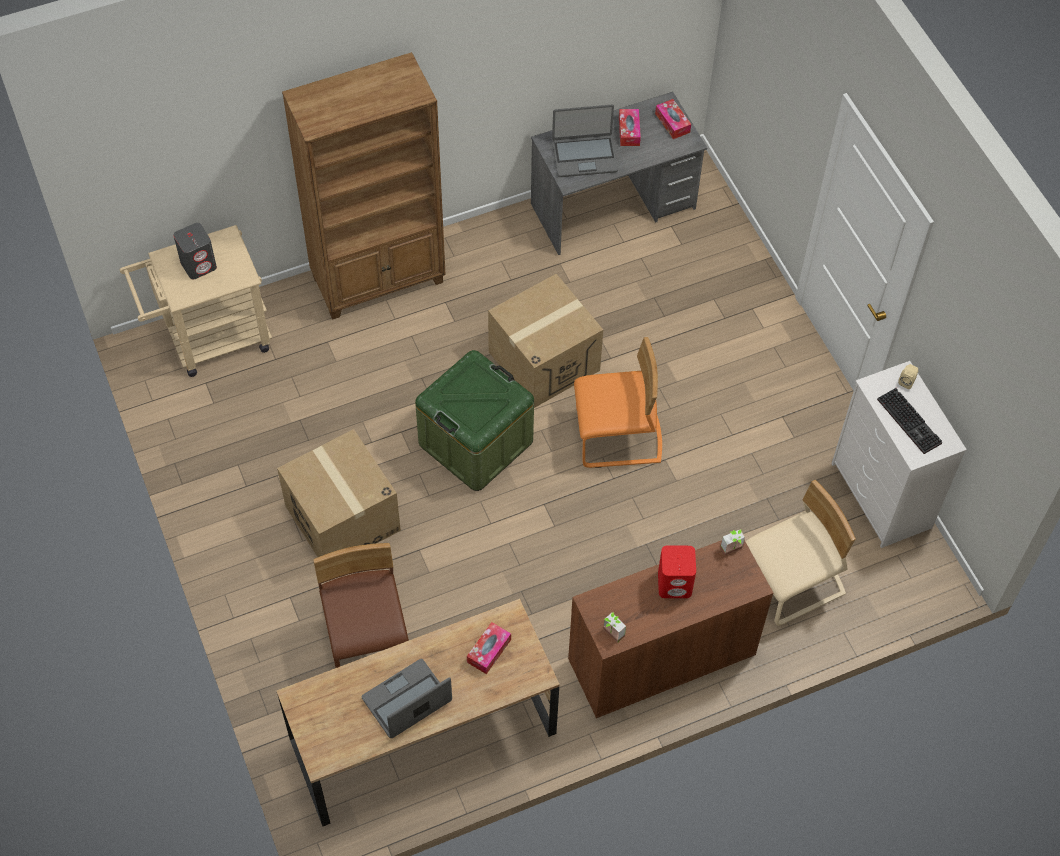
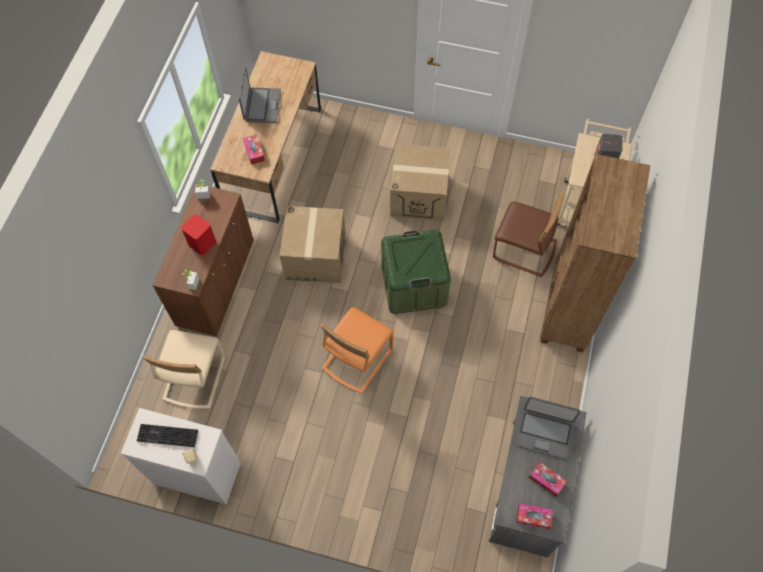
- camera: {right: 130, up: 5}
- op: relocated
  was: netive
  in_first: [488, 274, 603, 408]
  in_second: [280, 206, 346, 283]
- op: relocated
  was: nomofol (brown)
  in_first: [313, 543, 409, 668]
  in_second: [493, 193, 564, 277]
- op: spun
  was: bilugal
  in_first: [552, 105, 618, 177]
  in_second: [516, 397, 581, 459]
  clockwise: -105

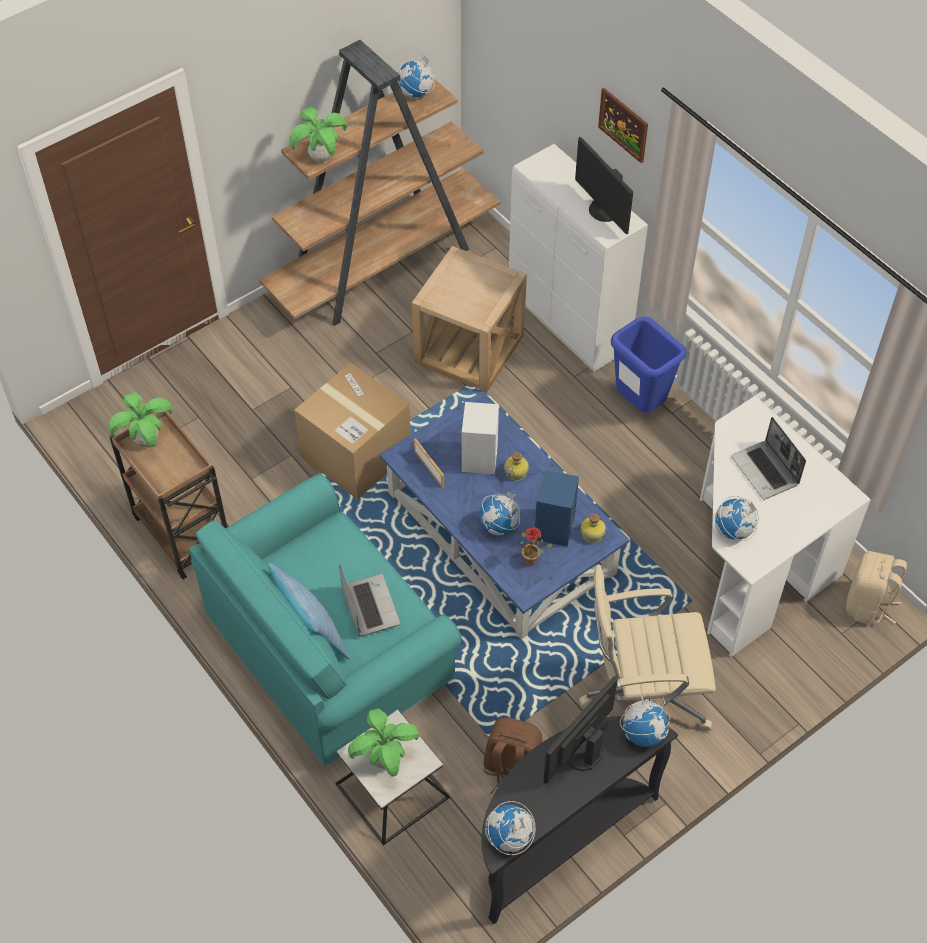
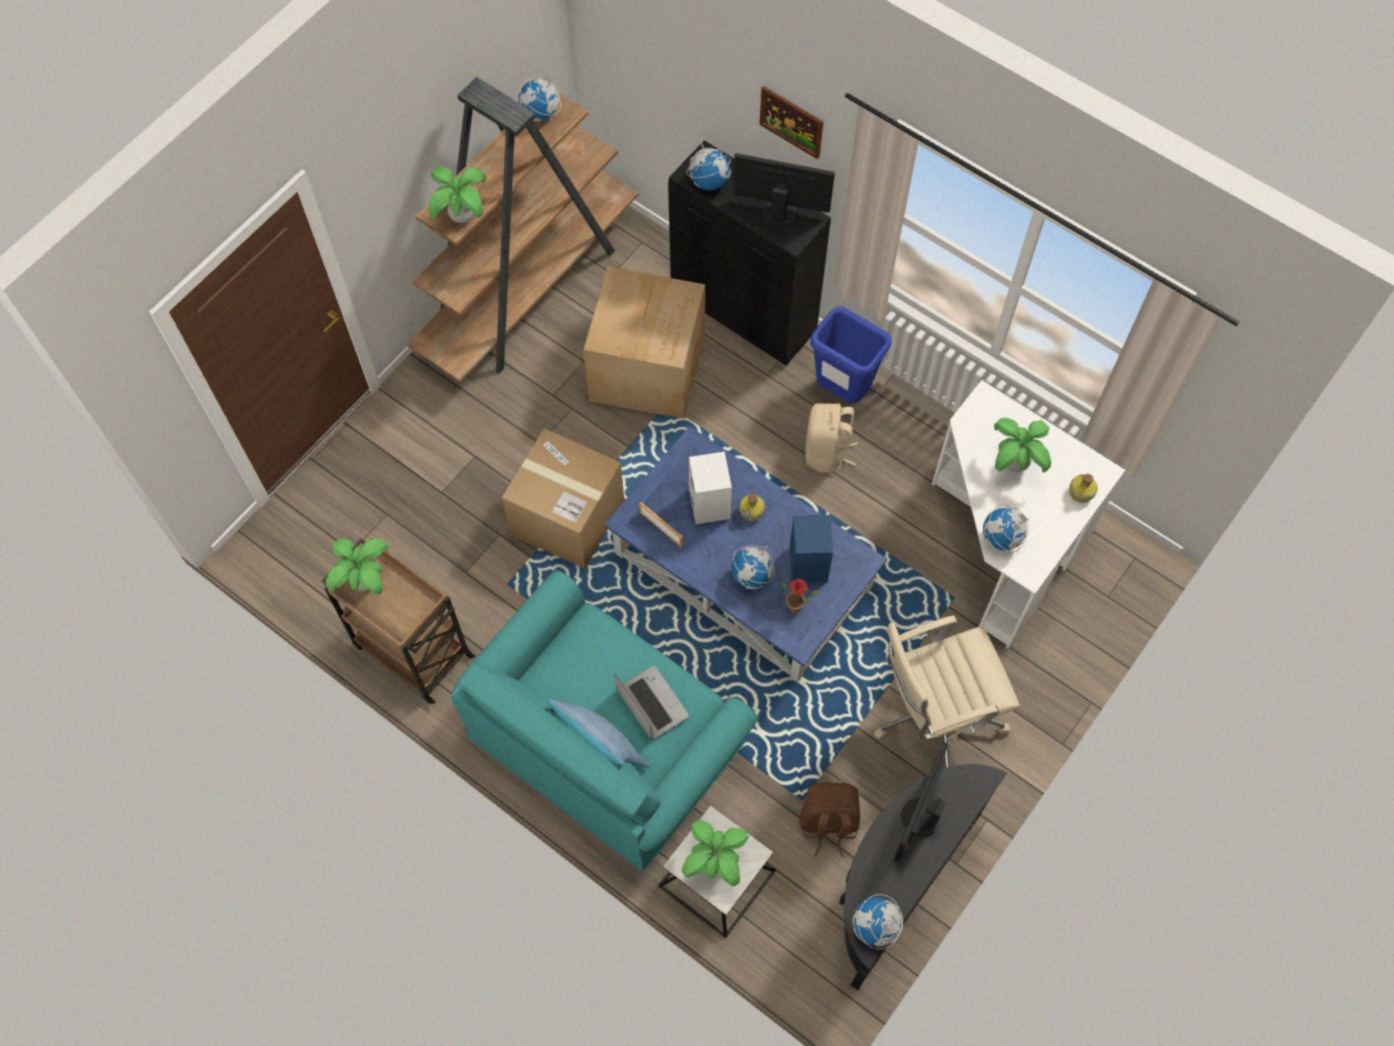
- camera: {right: -15, up: 10}
- op: exchanged
  was: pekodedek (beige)
  now: netive
  in_first: [412, 246, 527, 392]
  in_second: [583, 267, 705, 419]
- op: colour
  was: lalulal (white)
  now: lalulal (black)
  in_first: [509, 144, 648, 372]
  in_second: [668, 140, 831, 365]
- op: relocated
  was: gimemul
  in_first: [620, 693, 670, 747]
  in_second: [687, 139, 731, 190]
- op: spun
  was: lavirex
  in_first: [575, 137, 633, 234]
  in_second: [733, 153, 835, 227]
  clockwise: 150
- op: relocated
  was: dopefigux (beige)
  in_first: [846, 551, 907, 625]
  in_second: [805, 403, 858, 473]
- op: exchanged
  was: bilugal
  now: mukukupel
  in_first: [731, 417, 806, 500]
  in_second: [994, 418, 1051, 473]
- op: relocated
  was: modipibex
  in_first: [581, 514, 606, 543]
  in_second: [1070, 474, 1097, 503]

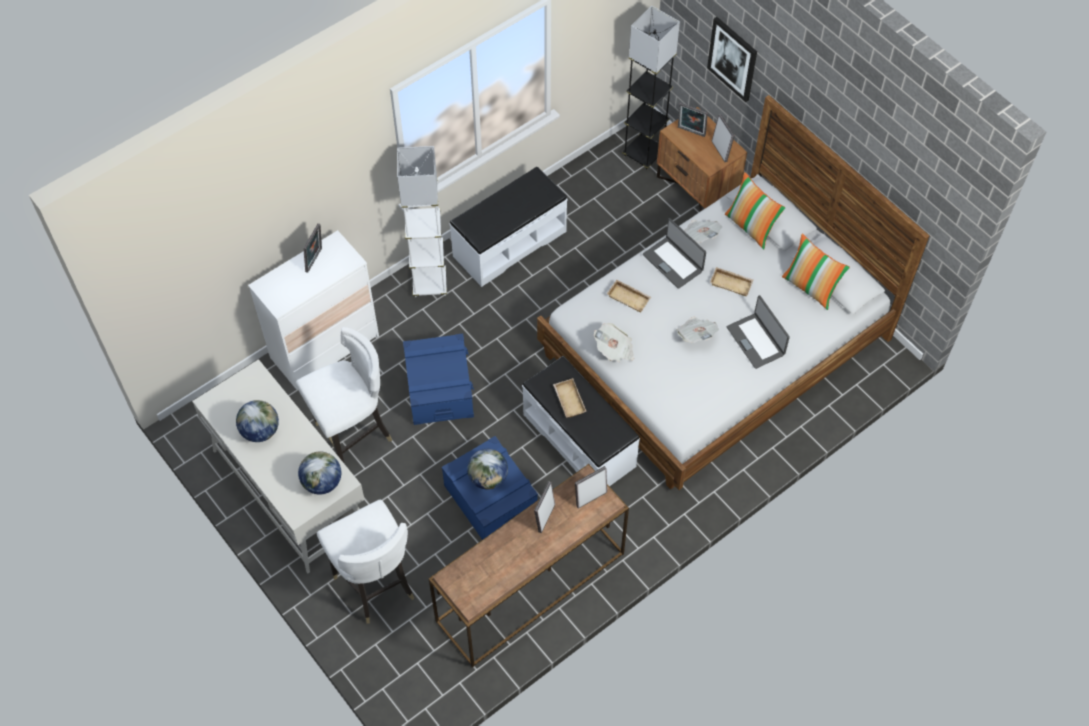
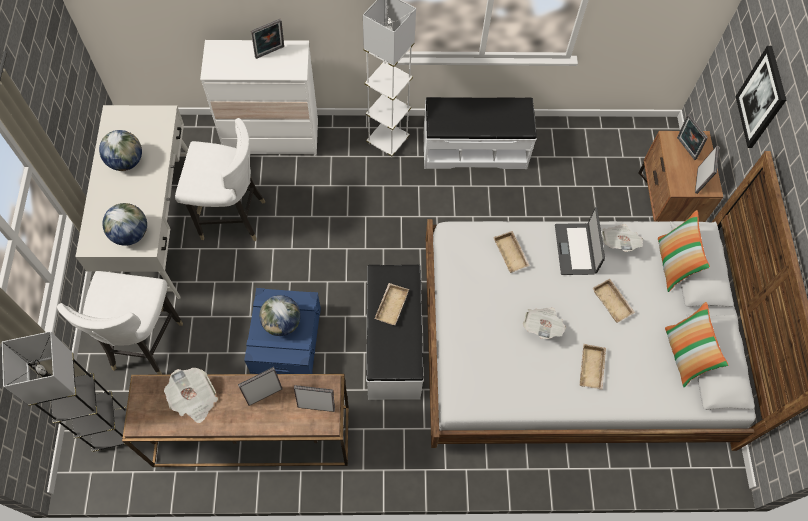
- camera: {right: 35, up: 5}
- op: relocated
  was: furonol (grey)
  in_first: [622, 6, 680, 170]
  in_second: [2, 331, 131, 452]
- op: relocated
  was: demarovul
  in_first: [594, 323, 634, 362]
  in_second: [164, 368, 218, 423]
- op: exchanged
  was: bilugal
  now: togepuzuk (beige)
  in_first: [727, 295, 790, 369]
  in_second: [580, 344, 606, 390]
- op: missing
  was: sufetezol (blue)
  in_first: [403, 333, 474, 425]

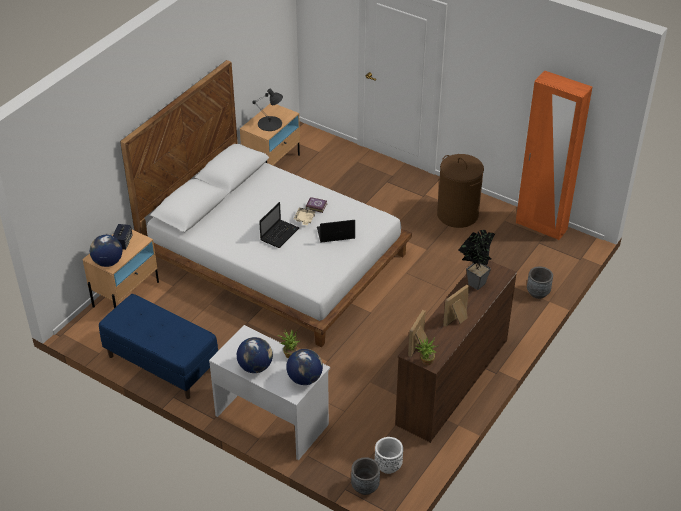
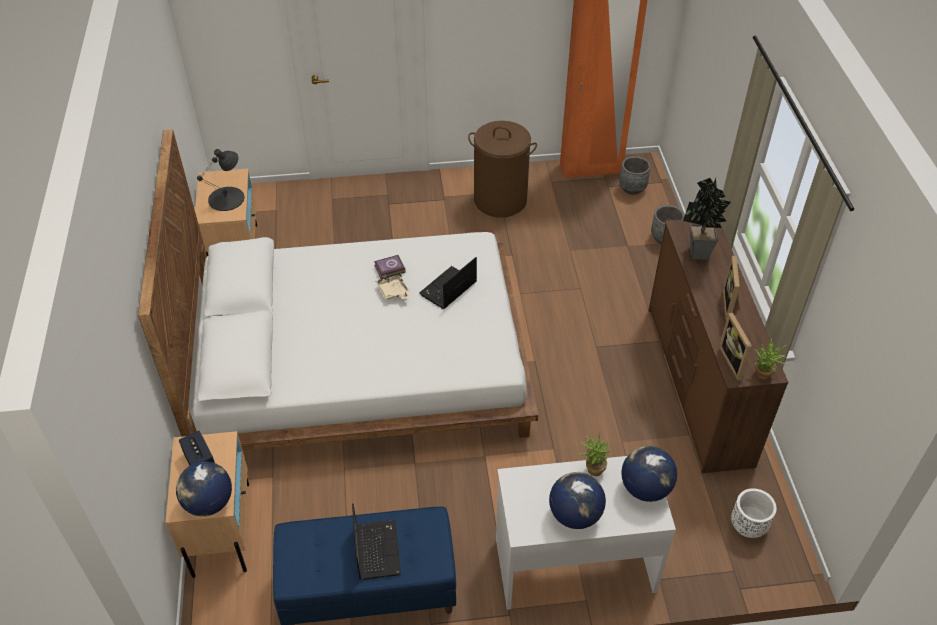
- camera: {right: -40, up: 5}
- op: relocated
  was: bilugal
  in_first: [259, 202, 299, 248]
  in_second: [352, 503, 401, 580]
- op: relocated
  was: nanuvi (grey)
  in_first: [351, 457, 380, 495]
  in_second: [619, 156, 651, 195]

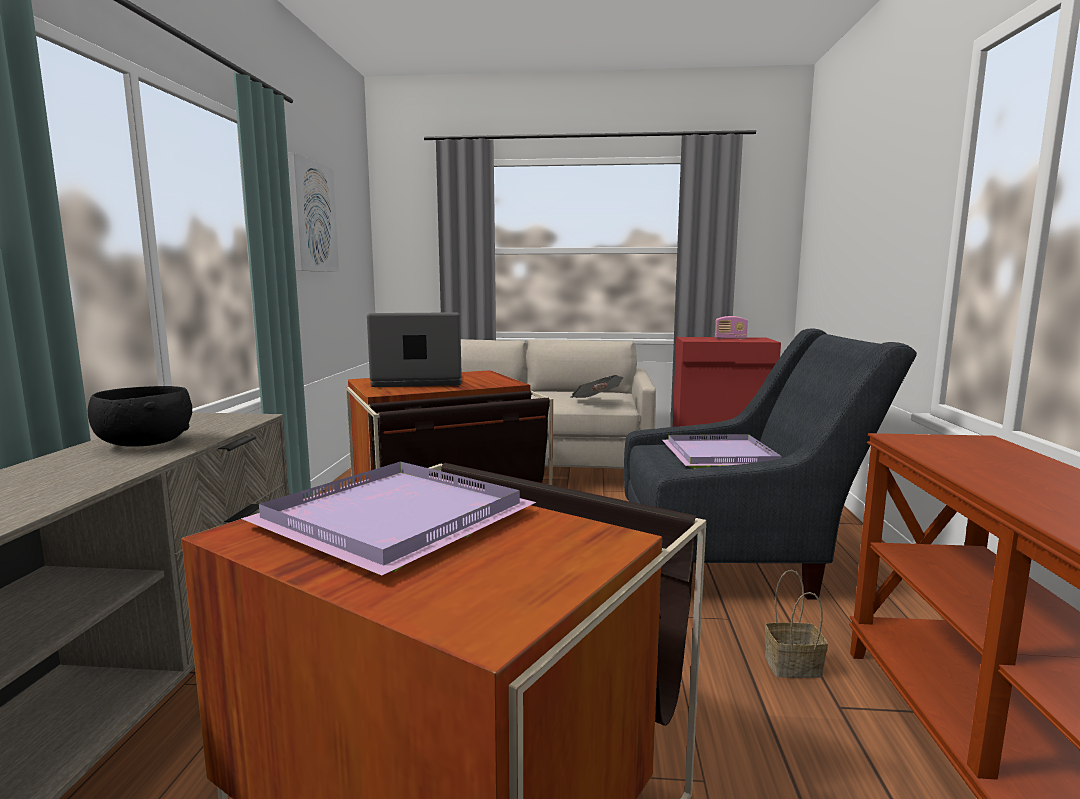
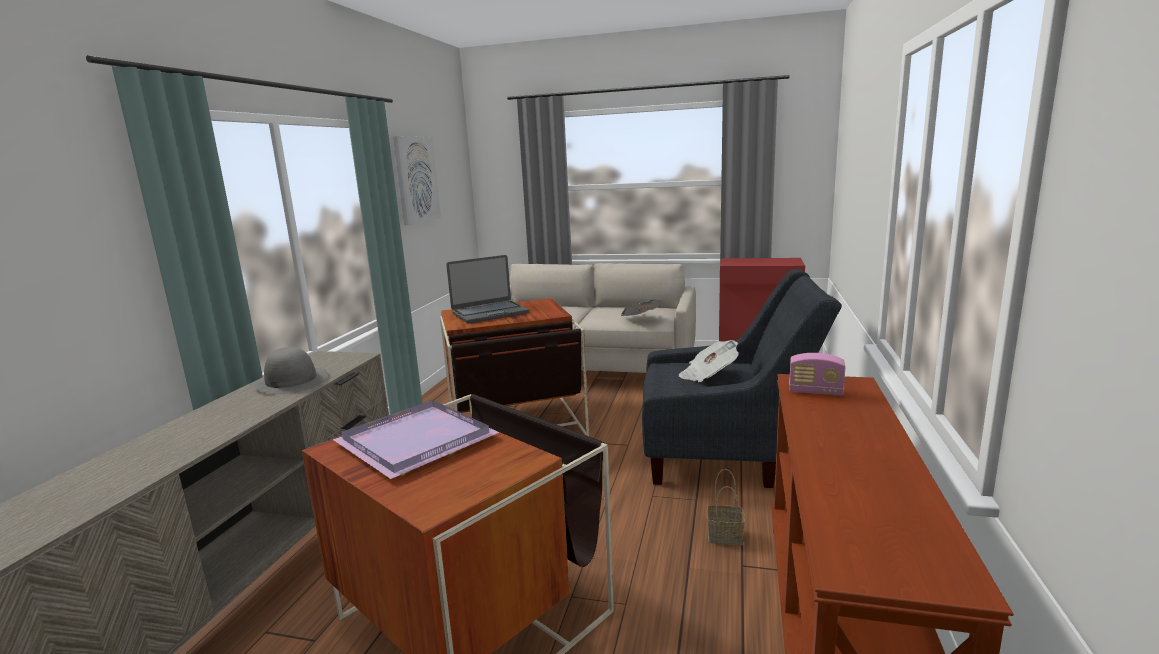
- camera: {right: 10, up: 5}
- op: exchanged
  was: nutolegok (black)
  now: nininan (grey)
  in_first: [88, 386, 192, 447]
  in_second: [253, 347, 328, 394]
- op: spun
  was: bilugal
  in_first: [367, 312, 462, 387]
  in_second: [446, 255, 529, 324]
  clockwise: 150
- op: exchanged
  was: togepuzuk (purple)
  now: demarovul
  in_first: [662, 434, 782, 468]
  in_second: [679, 340, 739, 382]
- op: relocated
  was: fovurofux
  in_first: [715, 316, 748, 340]
  in_second: [789, 353, 845, 395]

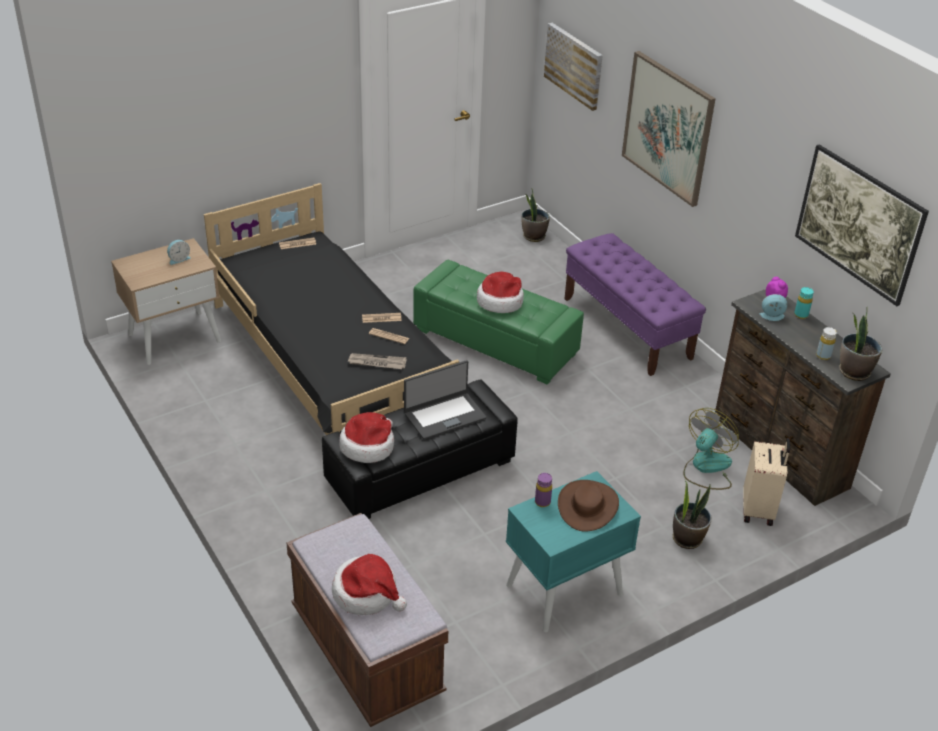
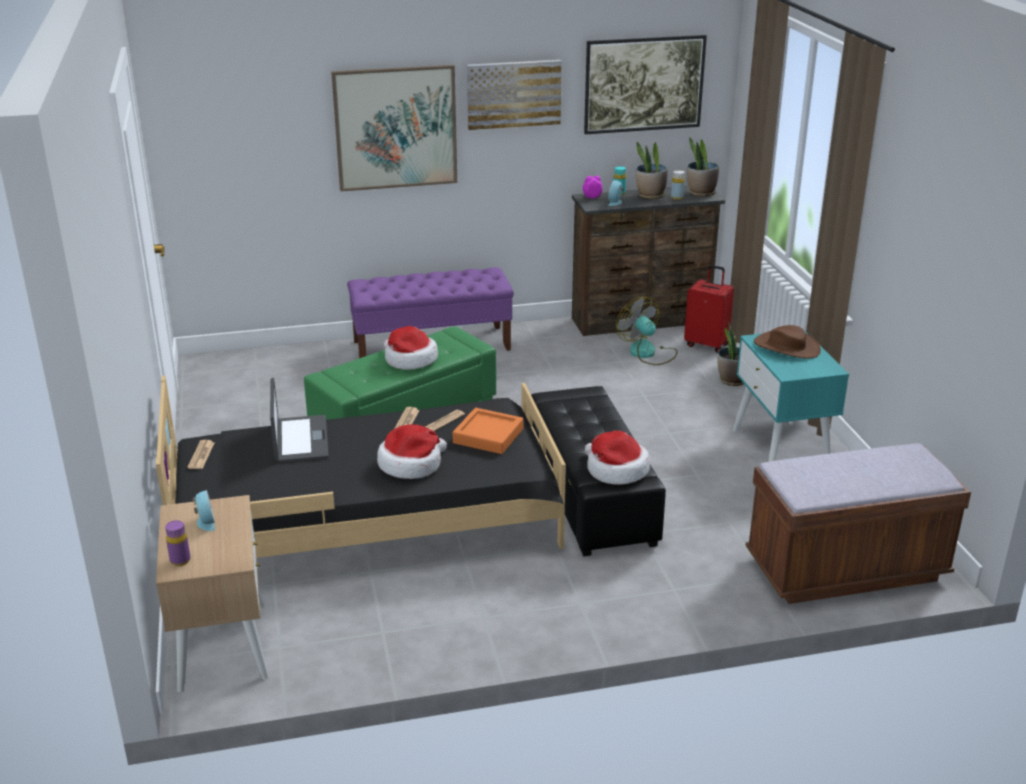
- camera: {right: -70, up: -10}
- op: relocated
  was: modipibex (purple)
  in_first: [535, 473, 552, 507]
  in_second: [165, 520, 191, 566]
- op: relocated
  was: bilugal
  in_first: [404, 360, 486, 440]
  in_second: [270, 378, 329, 462]
- op: relocated
  was: nininan
  in_first: [332, 554, 407, 615]
  in_second: [377, 424, 447, 479]
- op: exchanged
  was: demarovul
  now: togepuzuk (orange)
  in_first: [348, 353, 407, 369]
  in_second: [453, 408, 523, 454]
- op: relocated
  was: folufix
  in_first: [544, 23, 603, 111]
  in_second: [467, 60, 562, 130]
- op: relocated
  was: mukukupel
  in_first: [521, 189, 550, 242]
  in_second: [636, 142, 668, 199]
- op: colour
  was: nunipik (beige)
  now: nunipik (red)
  in_first: [743, 438, 790, 526]
  in_second: [684, 265, 734, 353]

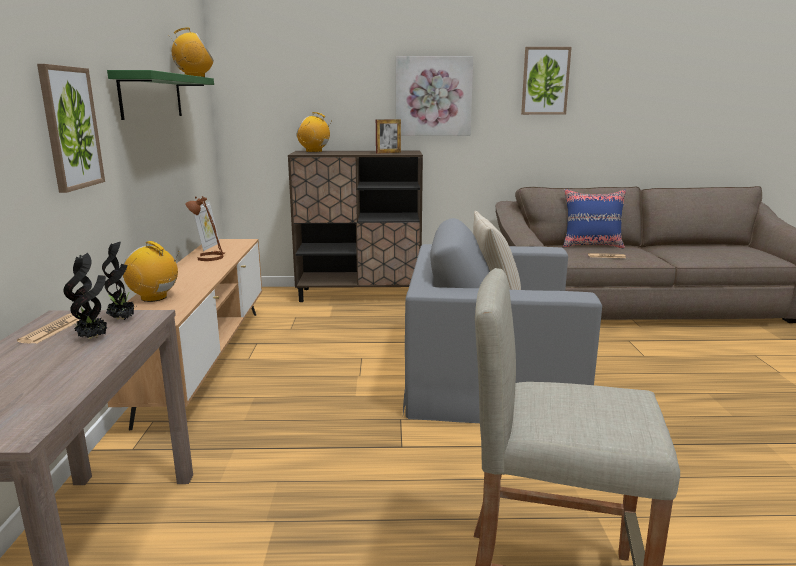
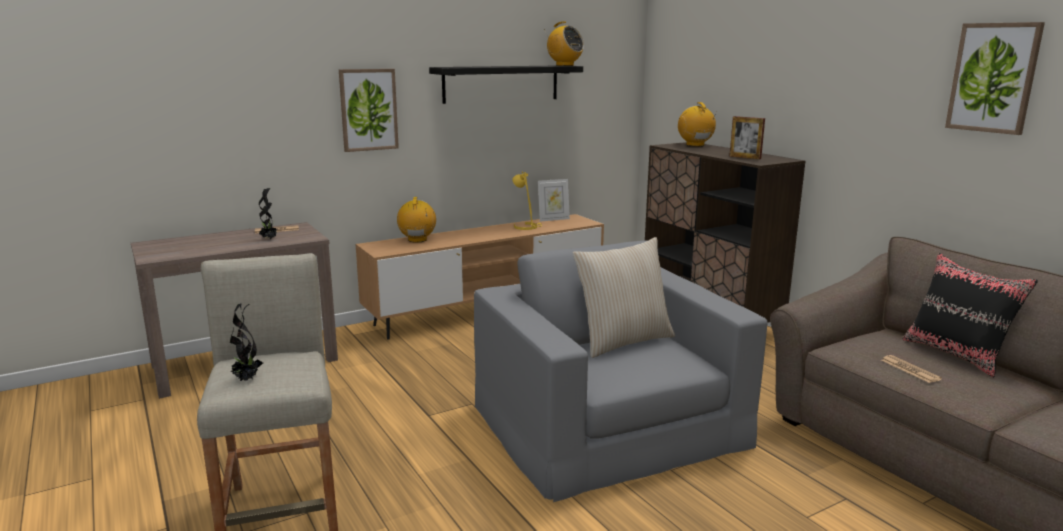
- camera: {right: 60, up: 0}
- op: relocated
  was: mukukupel
  in_first: [102, 242, 137, 320]
  in_second: [230, 303, 263, 381]
- op: colour
  was: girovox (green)
  now: girovox (black)
  in_first: [107, 70, 214, 120]
  in_second: [429, 66, 583, 104]
- op: colour
  was: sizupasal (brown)
  now: sizupasal (yellow)
  in_first: [185, 196, 225, 261]
  in_second: [512, 171, 542, 230]
- op: colour
  was: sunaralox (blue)
  now: sunaralox (black)
  in_first: [563, 189, 626, 249]
  in_second: [902, 253, 1038, 377]
- op: missing
  was: folufix
  in_first: [396, 56, 473, 136]

